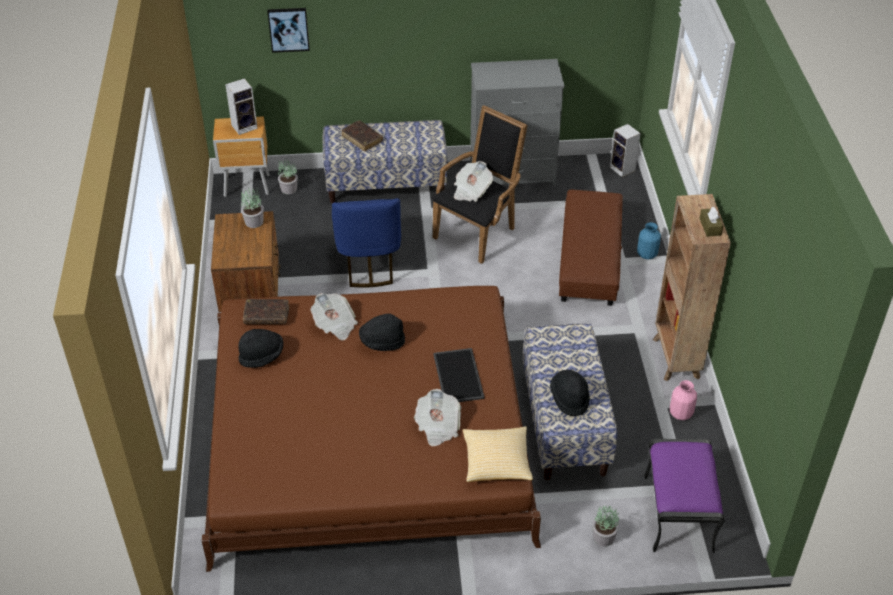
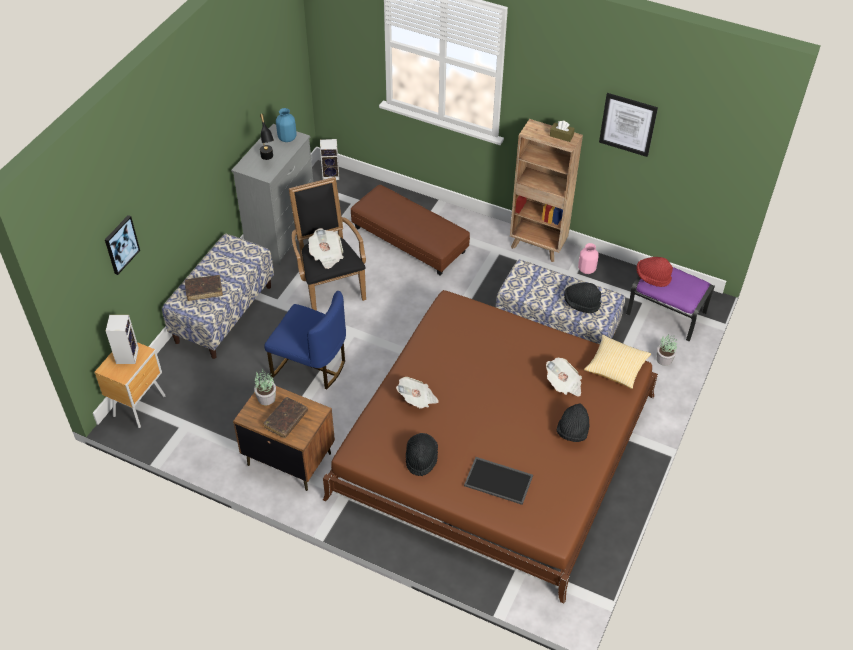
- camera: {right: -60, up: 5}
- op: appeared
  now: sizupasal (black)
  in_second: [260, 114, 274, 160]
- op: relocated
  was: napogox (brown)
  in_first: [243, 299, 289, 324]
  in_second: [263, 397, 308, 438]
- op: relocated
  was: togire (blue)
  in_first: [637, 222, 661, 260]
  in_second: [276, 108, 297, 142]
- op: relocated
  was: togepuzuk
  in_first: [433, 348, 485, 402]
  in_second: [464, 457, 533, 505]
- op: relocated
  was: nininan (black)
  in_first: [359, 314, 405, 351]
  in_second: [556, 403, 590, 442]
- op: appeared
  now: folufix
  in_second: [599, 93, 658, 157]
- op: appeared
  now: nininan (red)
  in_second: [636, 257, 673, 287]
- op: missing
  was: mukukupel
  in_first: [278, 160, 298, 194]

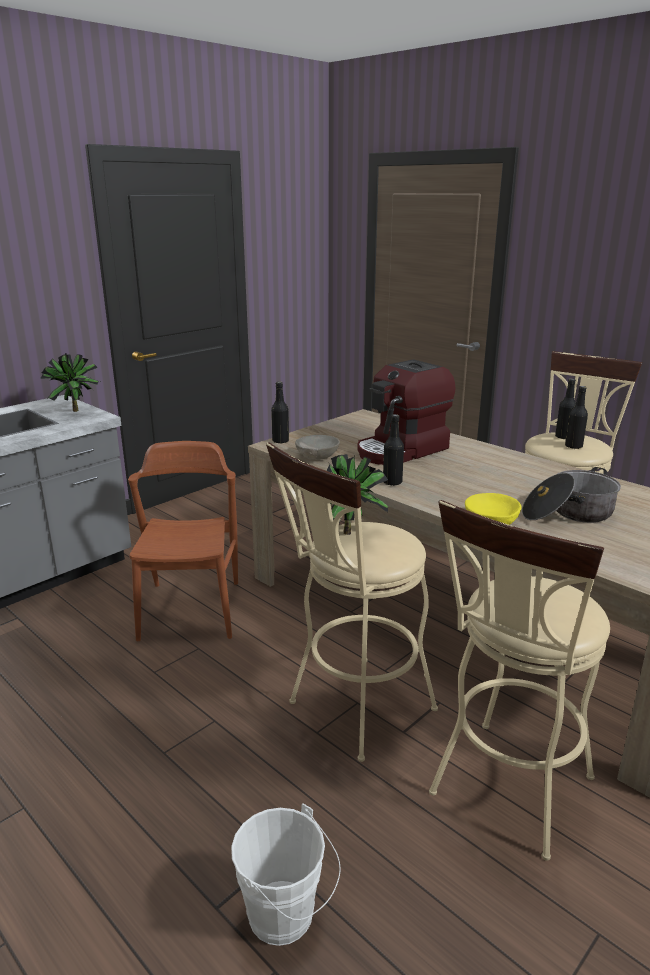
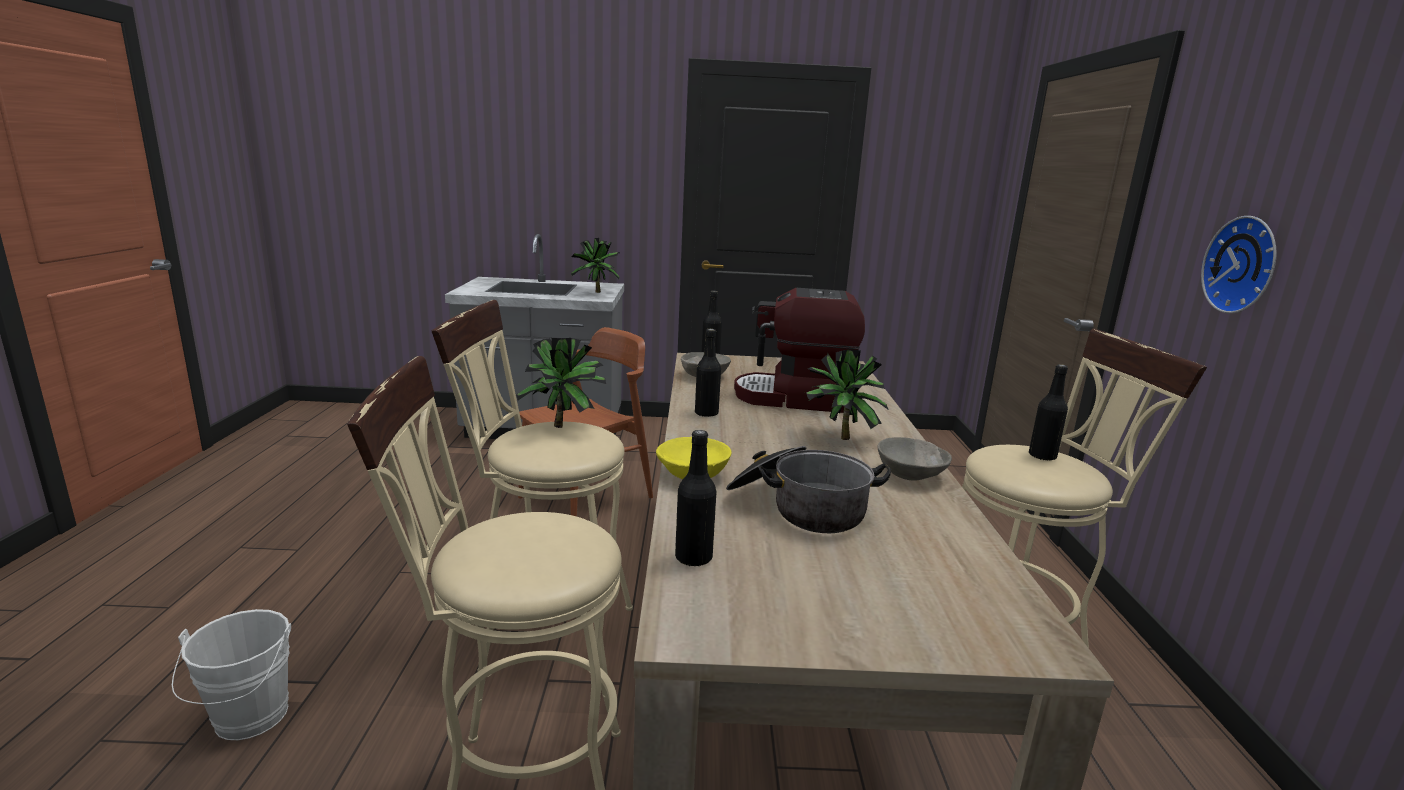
- camera: {right: 45, up: -5}
- op: relocated
  was: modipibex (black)
  in_first: [565, 386, 588, 449]
  in_second: [675, 430, 717, 566]
- op: appeared
  now: mukukupel
  in_second: [806, 349, 889, 440]
- op: appeared
  now: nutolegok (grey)
  in_second: [878, 437, 952, 480]
- op: appeared
  now: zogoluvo
  in_second: [1201, 216, 1277, 314]

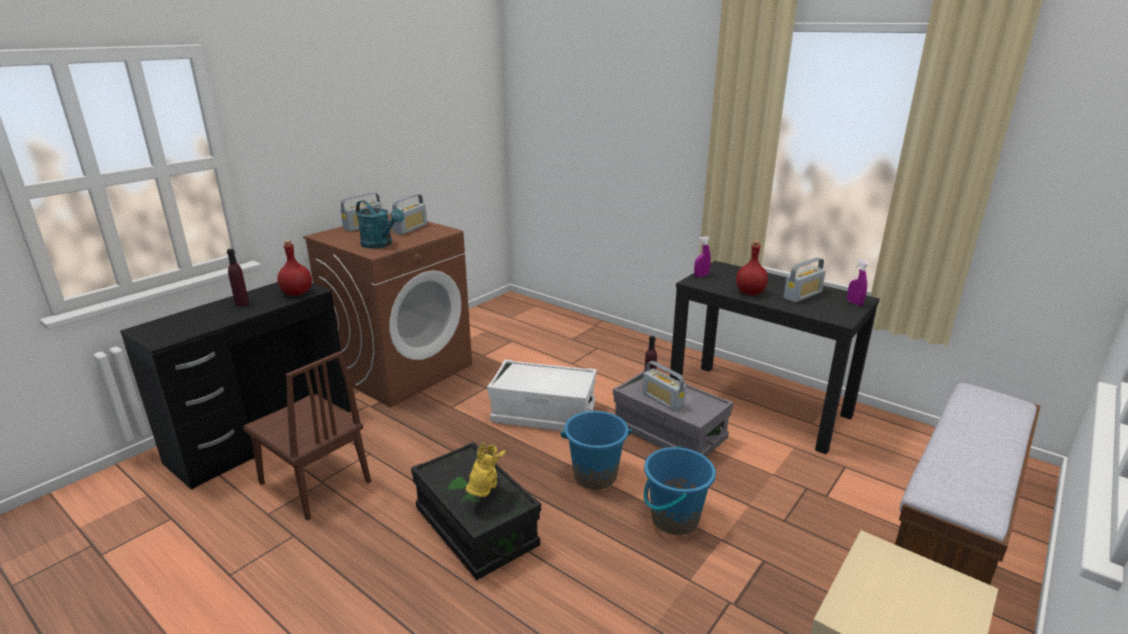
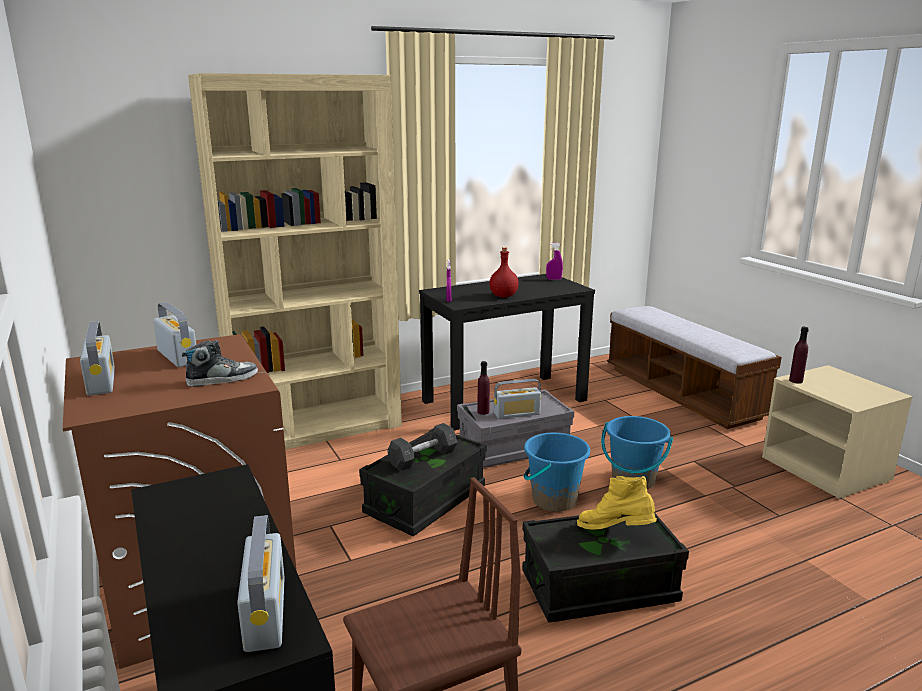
- camera: {right: -65, up: -5}
- op: exchanged
  was: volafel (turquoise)
  now: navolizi
  in_first: [356, 200, 404, 249]
  in_second: [182, 340, 258, 387]
- op: appeared
  now: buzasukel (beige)
  in_second: [188, 73, 402, 450]
- op: relocated
  was: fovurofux
  in_first: [784, 257, 826, 302]
  in_second: [237, 515, 285, 652]
- op: colour
  was: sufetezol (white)
  now: sufetezol (black)
  in_first: [487, 360, 597, 431]
  in_second: [359, 428, 487, 536]
- op: appeared
  now: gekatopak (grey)
  in_second: [387, 423, 458, 471]
- op: relocated
  was: modipibex (purple)
  in_first: [227, 249, 249, 306]
  in_second: [789, 327, 809, 384]
- op: missing
  was: modipibex (red)
  in_first: [277, 240, 312, 296]

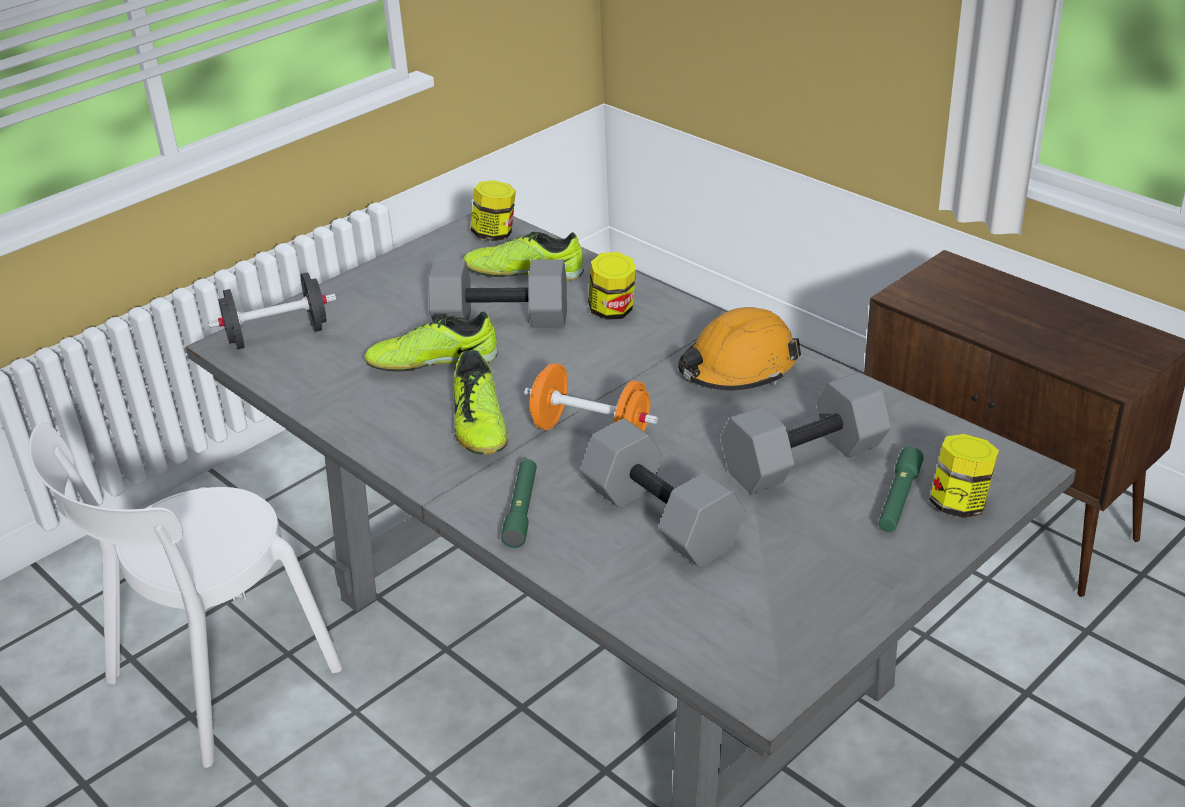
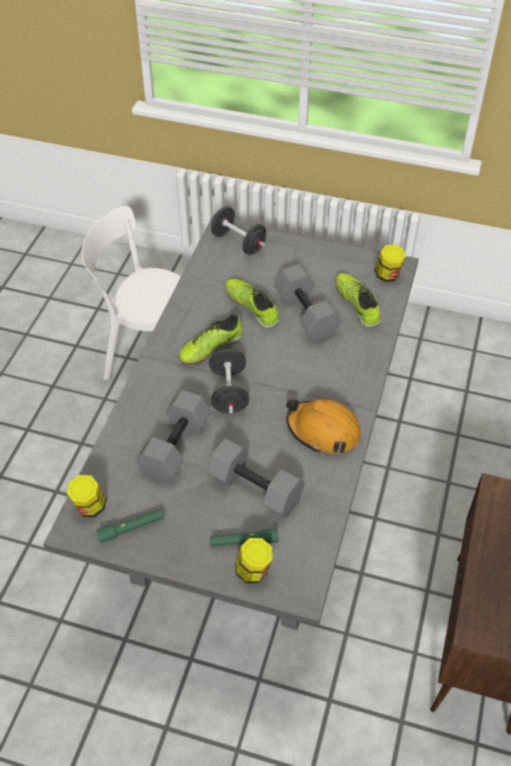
- camera: {right: 60, up: 15}
- op: relocated
  was: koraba
  in_first: [588, 252, 636, 320]
  in_second: [67, 475, 106, 517]
- op: relocated
  was: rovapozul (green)
  in_first: [501, 459, 537, 548]
  in_second: [96, 509, 164, 543]
- op: colour
  was: gekatopak (orange)
  now: gekatopak (black)
  in_first: [524, 363, 658, 432]
  in_second: [209, 349, 249, 413]

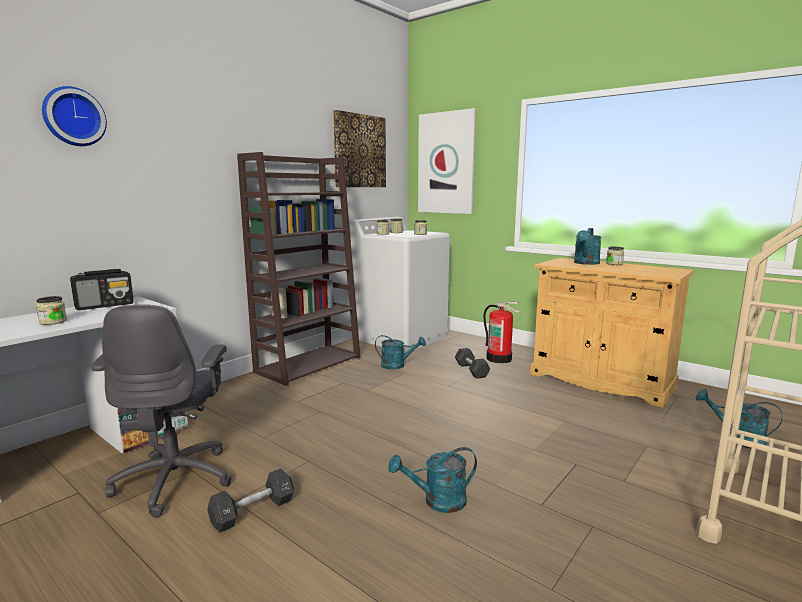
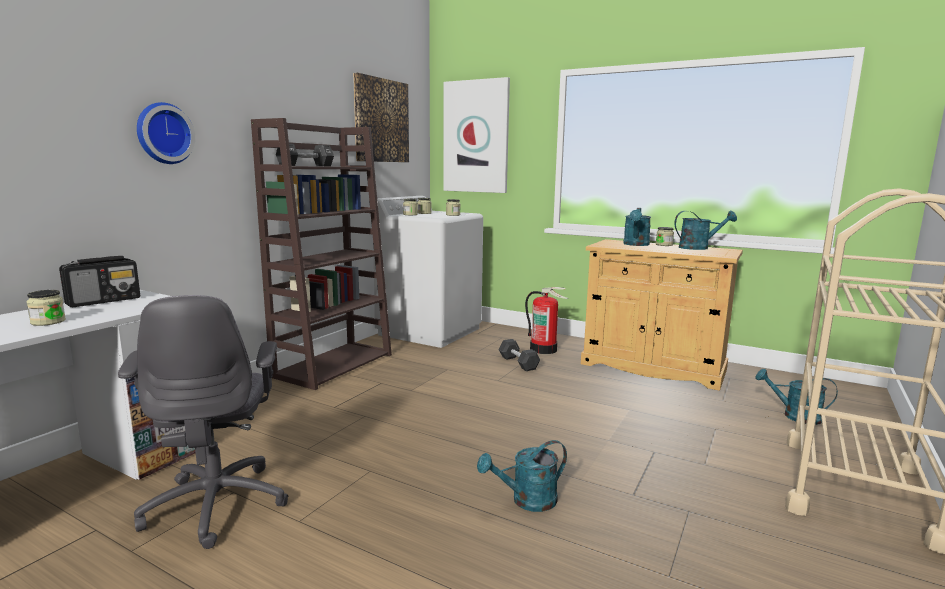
- camera: {right: -10, up: 0}
- op: relocated
  was: zogoluvo
  in_first: [42, 86, 107, 146]
  in_second: [137, 102, 195, 164]
- op: relocated
  was: gekatopak (black)
  in_first: [207, 468, 294, 533]
  in_second: [276, 144, 334, 166]
- op: relocated
  was: volafel (turquoise)
  in_first: [375, 335, 426, 369]
  in_second: [675, 211, 737, 250]

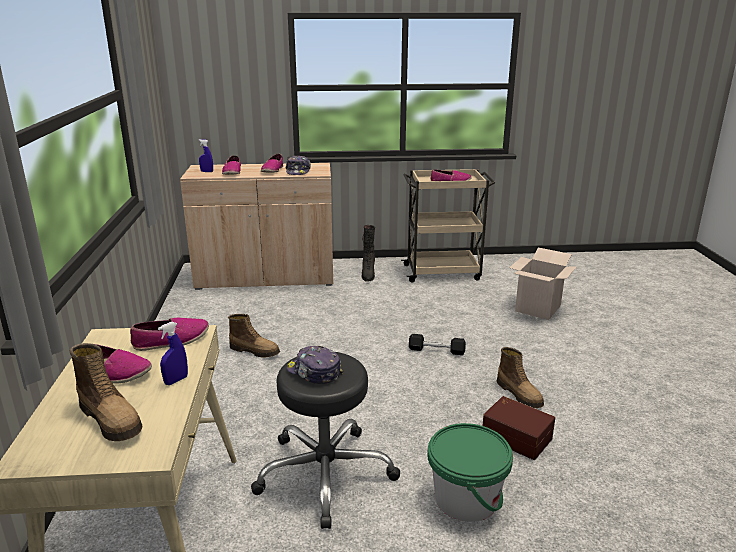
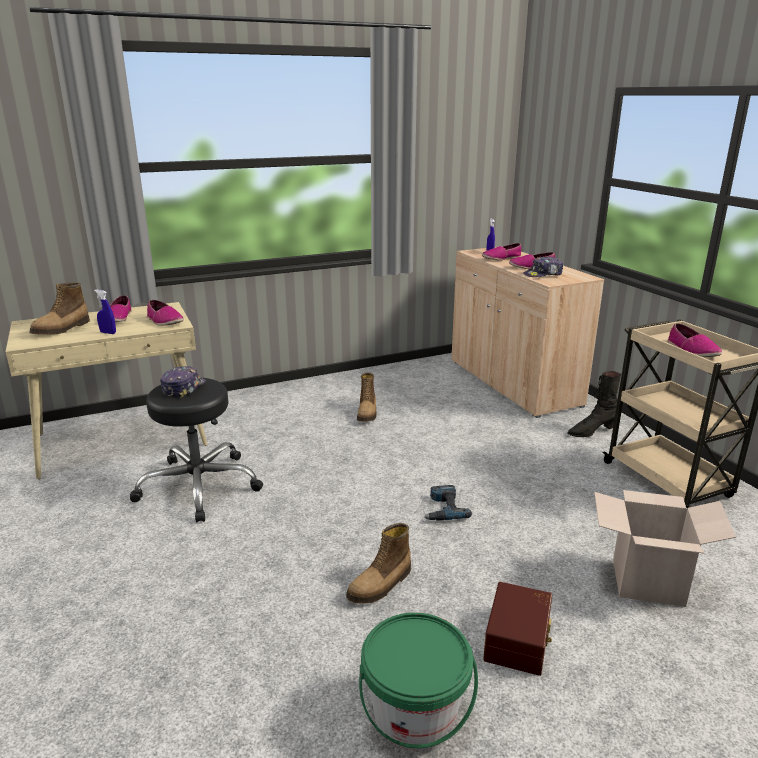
- camera: {right: 70, up: 0}
- op: relocated
  was: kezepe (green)
  in_first: [427, 423, 513, 522]
  in_second: [359, 613, 478, 750]
- op: exchanged
  was: gekatopak (black)
  now: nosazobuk
  in_first: [409, 334, 466, 355]
  in_second: [424, 485, 472, 521]
- op: relocated
  was: sufetezol (brown)
  in_first: [482, 396, 555, 460]
  in_second: [483, 582, 552, 676]

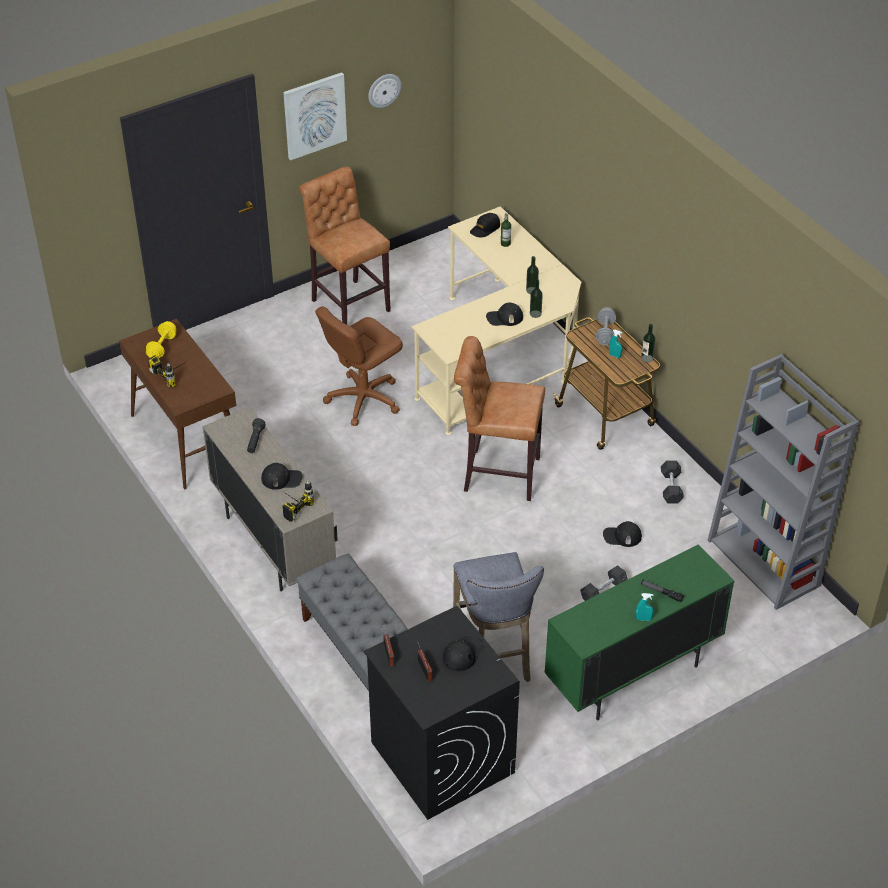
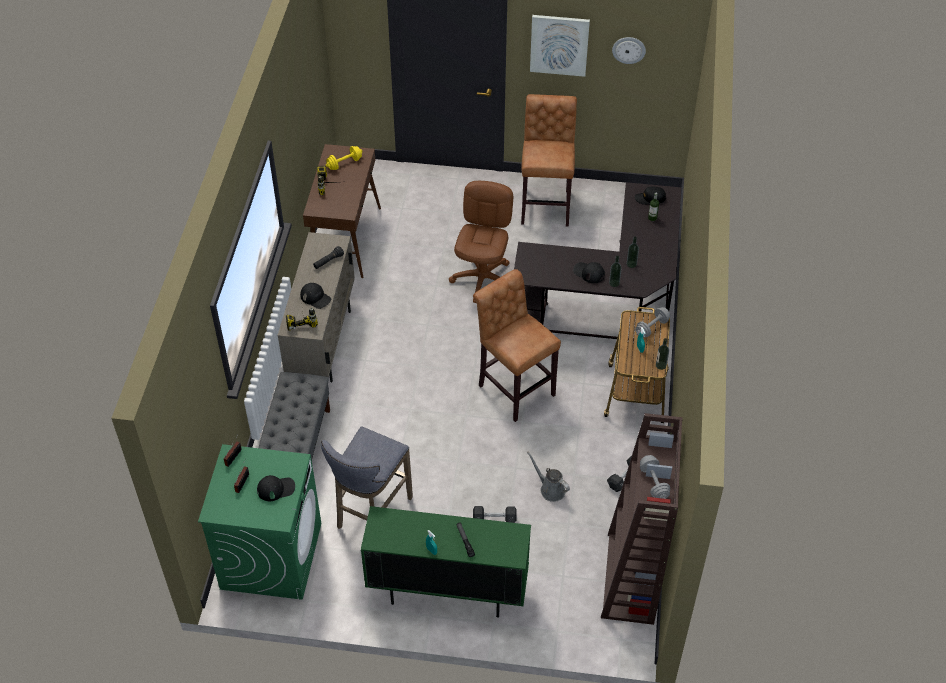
- camera: {right: 40, up: 5}
- op: colour
  was: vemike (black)
  now: vemike (green)
  in_first: [364, 606, 520, 820]
  in_second: [198, 444, 321, 600]
- op: spun
  was: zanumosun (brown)
  in_first: [315, 306, 403, 426]
  in_second: [449, 181, 513, 303]
  clockwise: 105
- op: colour
  was: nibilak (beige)
  now: nibilak (black)
  in_first: [411, 206, 581, 435]
  in_second: [514, 182, 681, 341]
- op: exchanged
  was: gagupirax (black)
  now: volafel (grey)
  in_first: [603, 521, 642, 547]
  in_second: [527, 452, 570, 502]
- op: colour
  was: buzasukel (grey)
  now: buzasukel (brown)
  in_first: [707, 354, 859, 610]
  in_second: [601, 413, 683, 625]
- op: appeared
  now: gekatopak (grey)
  in_second: [640, 455, 670, 499]

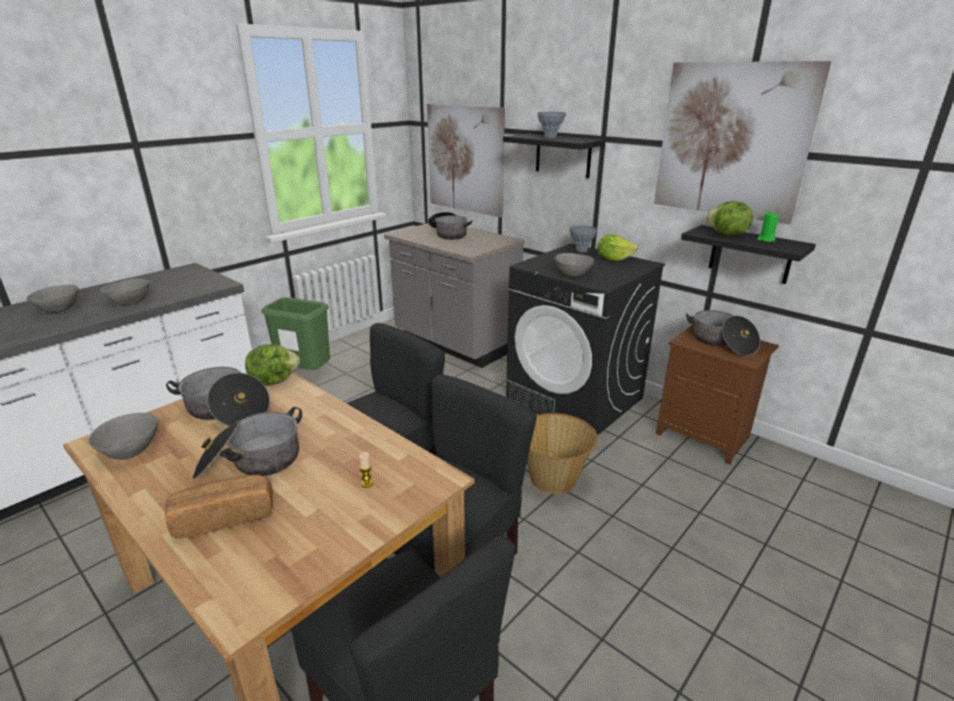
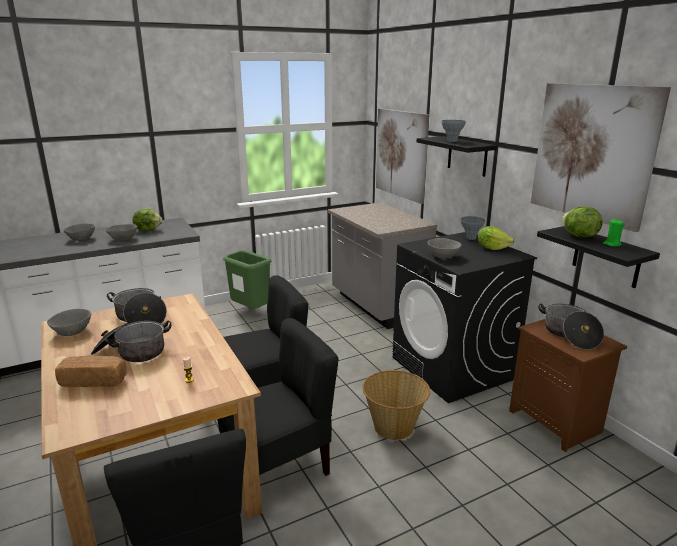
- camera: {right: 20, up: -5}
- op: relocated
  was: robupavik
  in_first: [245, 344, 300, 385]
  in_second: [132, 209, 163, 231]
- op: missing
  was: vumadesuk
  in_first: [428, 212, 472, 240]

